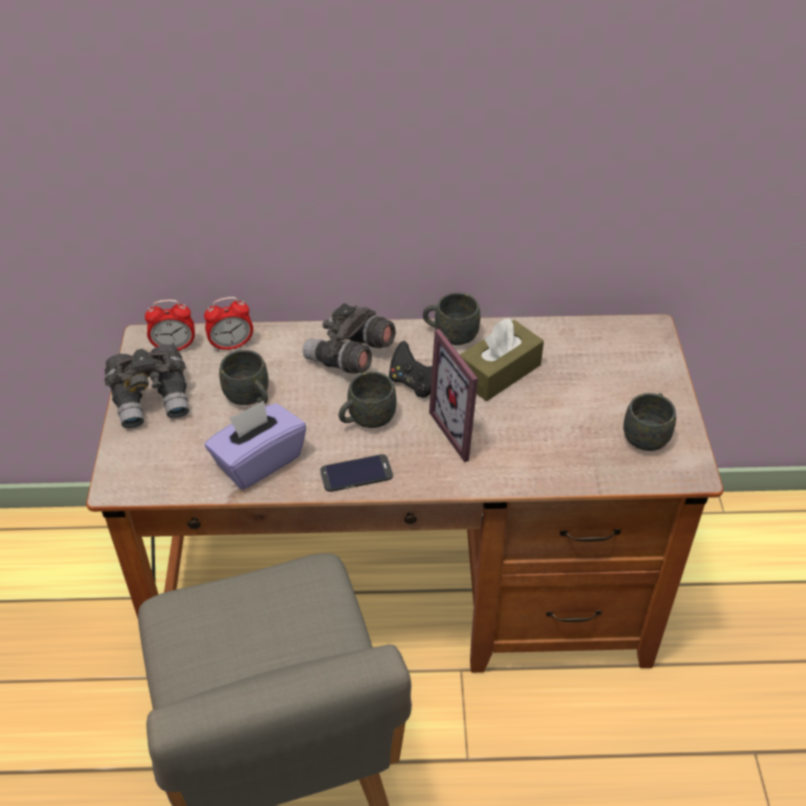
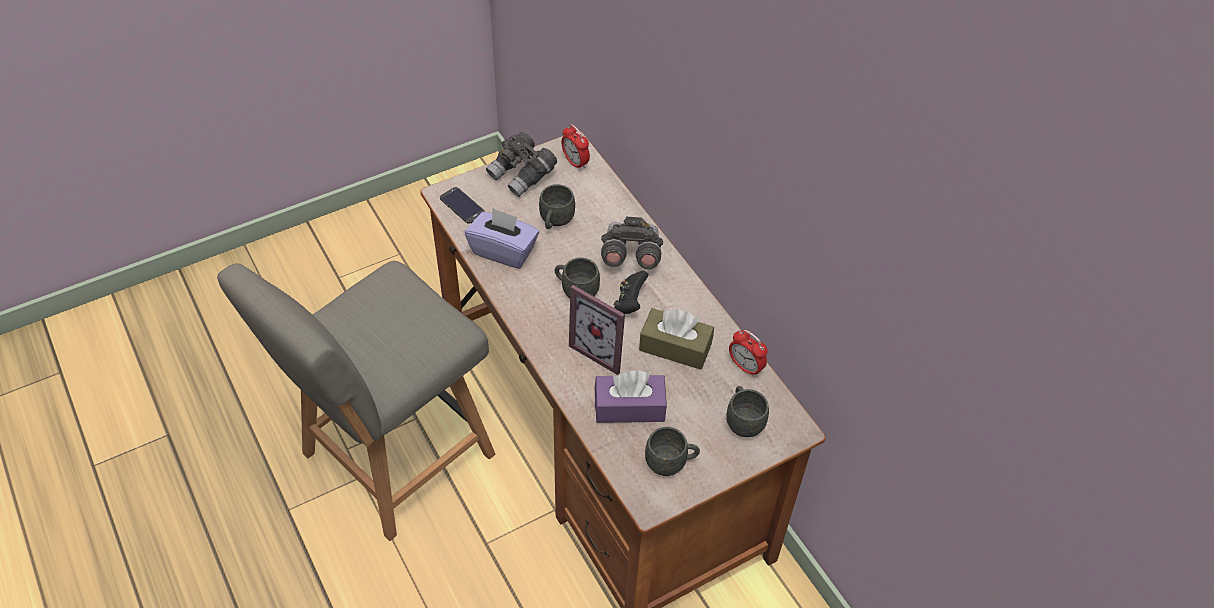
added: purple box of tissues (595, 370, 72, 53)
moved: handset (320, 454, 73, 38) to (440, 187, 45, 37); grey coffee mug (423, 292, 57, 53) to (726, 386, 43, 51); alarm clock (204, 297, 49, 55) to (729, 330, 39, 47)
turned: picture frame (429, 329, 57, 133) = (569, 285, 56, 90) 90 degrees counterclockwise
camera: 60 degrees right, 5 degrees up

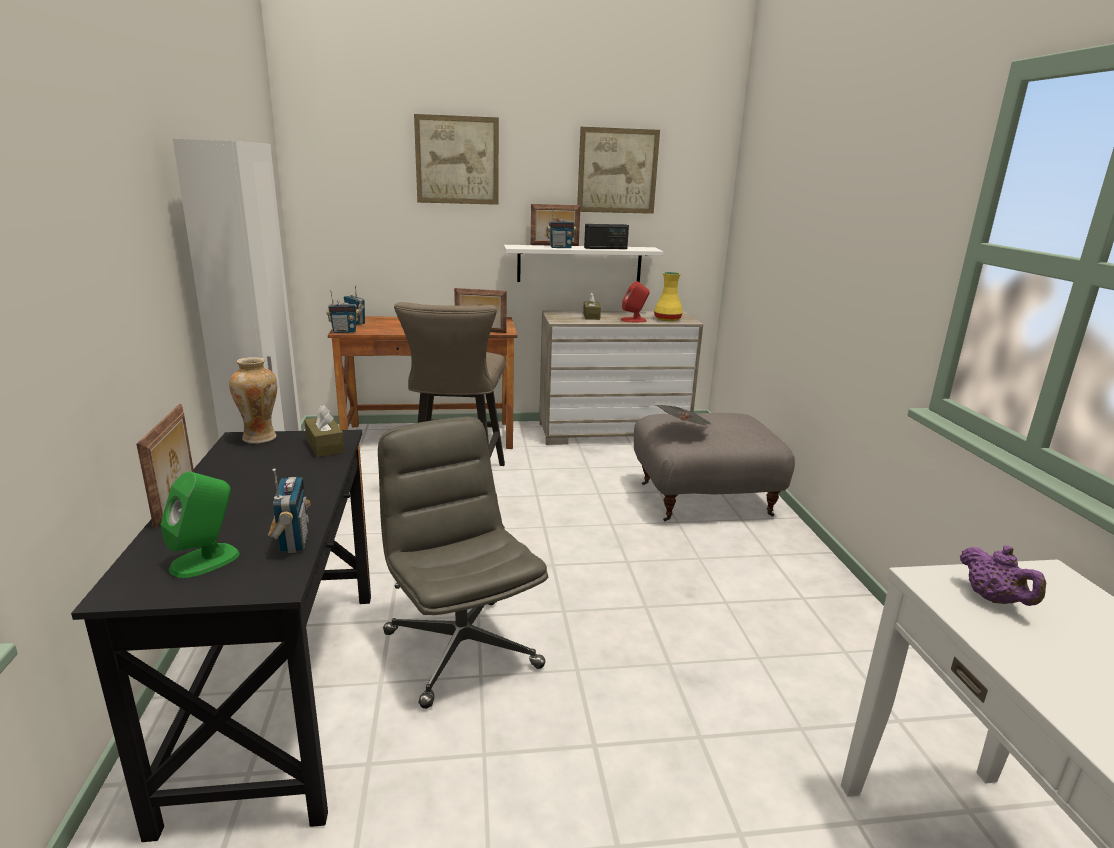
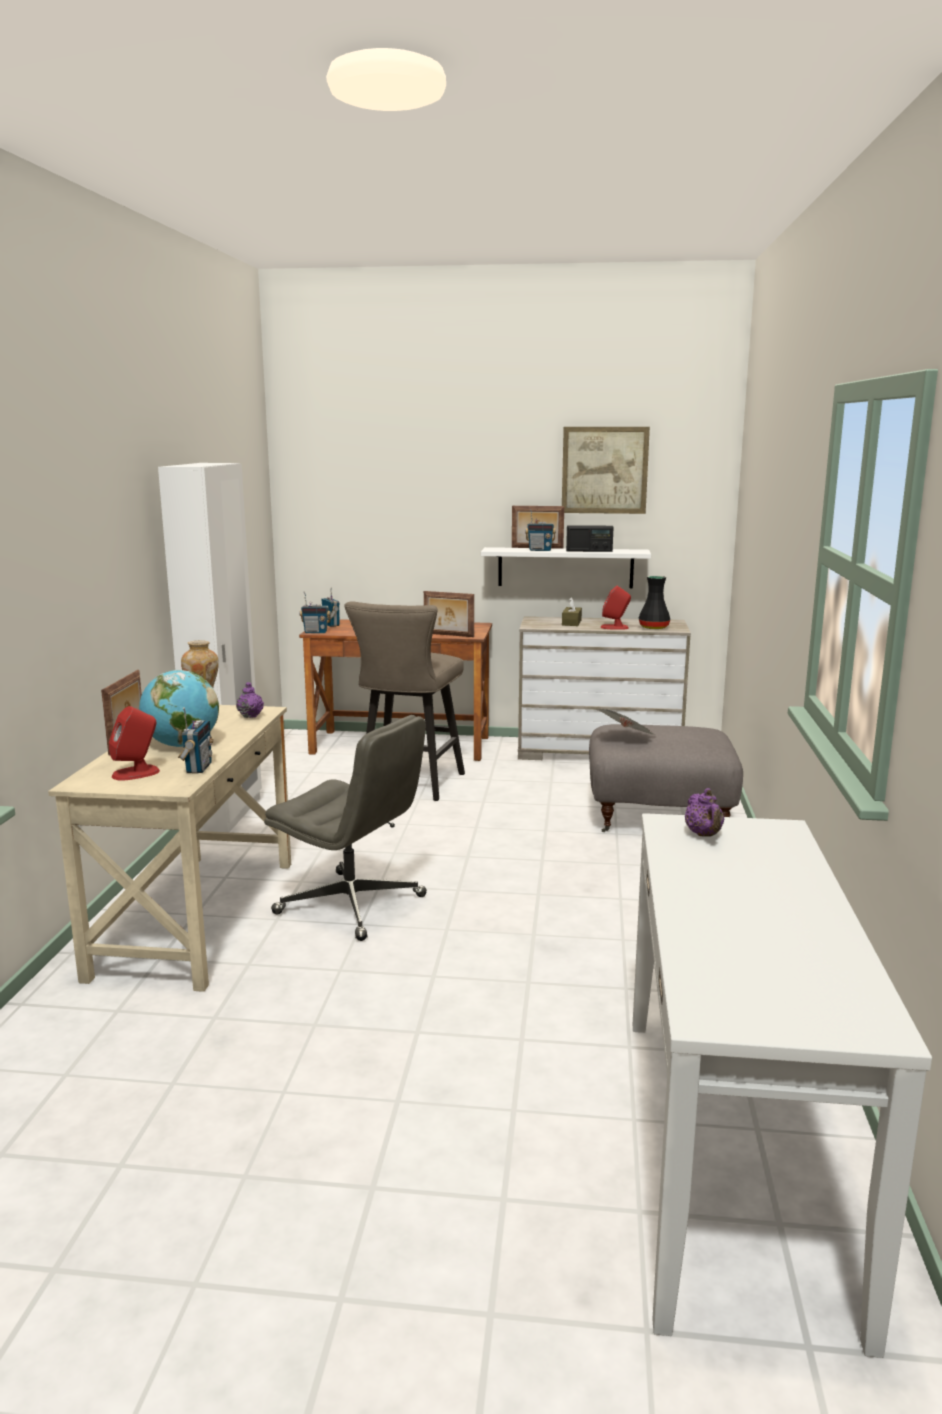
removed: wall picture (414, 114, 85, 91)
added: world globe (139, 670, 80, 77)
replaced: brownish box of tissues (304, 405, 41, 52) to purple pot for tea (236, 682, 28, 36)
recoloured: blackish desk (71, 430, 300, 412) to beige-coloured desk (48, 705, 243, 287); greenish loudspeaker (160, 471, 79, 107) to red-coloured loudspeaker (109, 706, 51, 75); yellowish decorative vase (654, 272, 29, 49) to blackish decorative vase (639, 576, 31, 53)
turned: grey computer chair (378, 416, 170, 293) = (264, 715, 163, 226) 135 degrees clockwise
camera: 15 degrees right, 5 degrees down

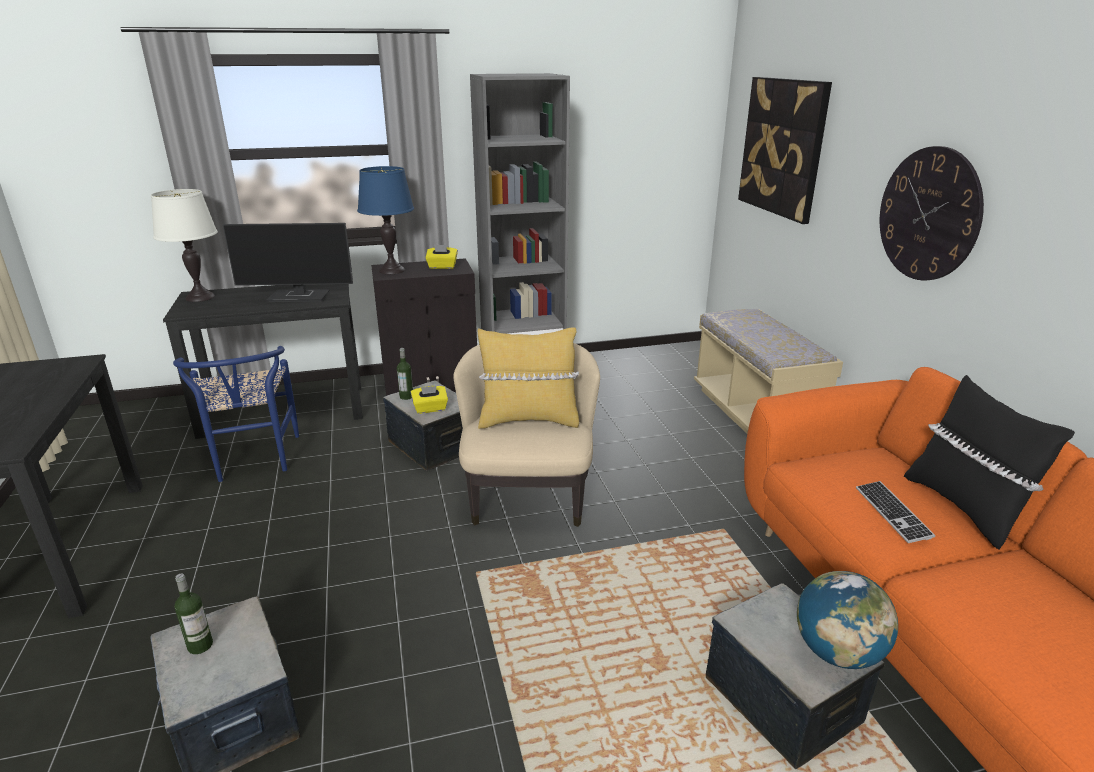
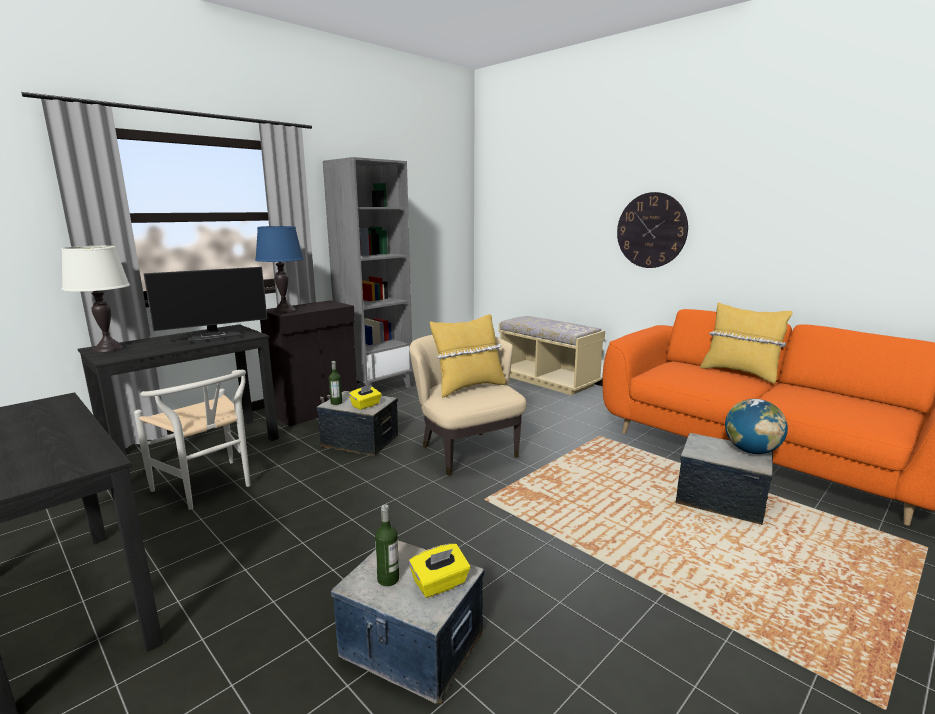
removed: wall picture (738, 77, 94, 147); keyboard (856, 481, 79, 62)
moved: yellowish box of tissues (426, 245, 32, 24) to (409, 544, 61, 54)
recoloured: blue-coloured plain chair (173, 346, 126, 136) to white plain chair (134, 370, 117, 140); blackish cushion (904, 375, 171, 174) to yellowish cushion (700, 302, 93, 82)
camera: 30 degrees left, 10 degrees down

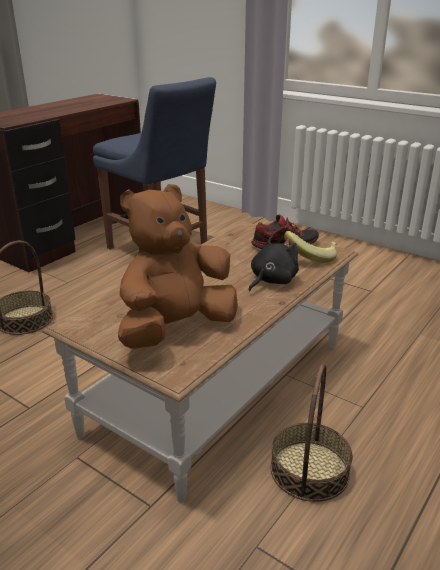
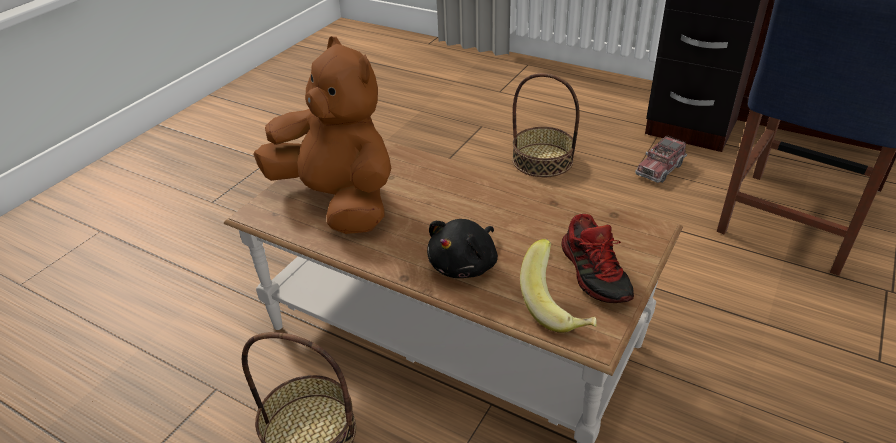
added: toy lorry (635, 135, 52, 48)
turned: blackish plush toy (248, 235, 51, 57) = (427, 219, 71, 59) 90 degrees clockwise
camera: 85 degrees right, 10 degrees up

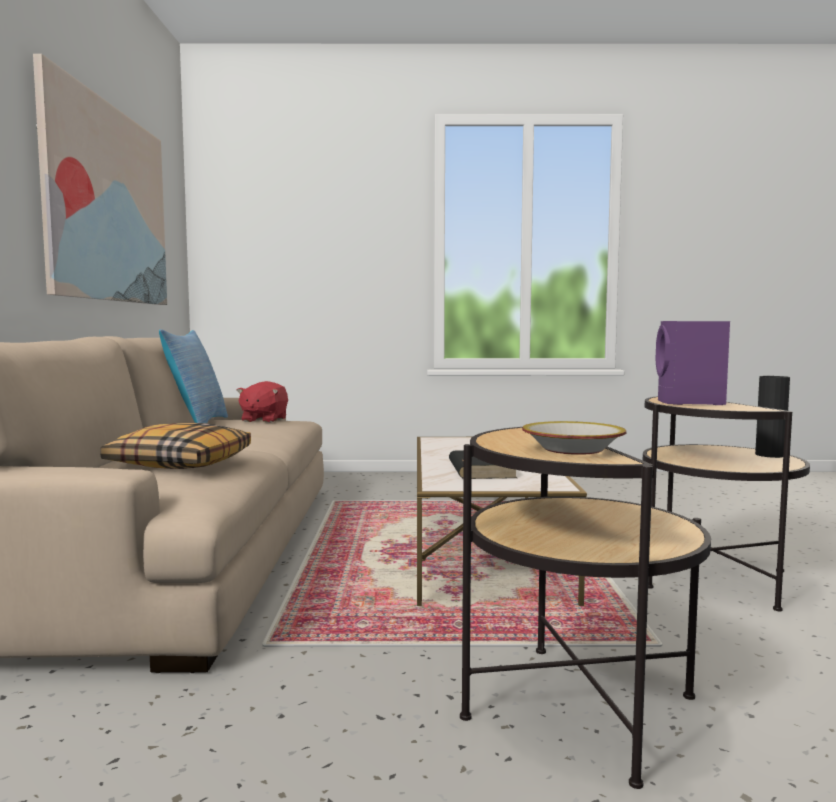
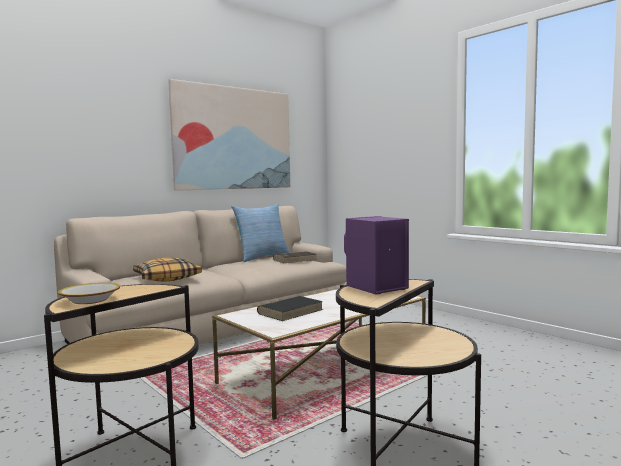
removed: blackish decorative vase (755, 376, 35, 82)
replaced: red-coloured plush toy (237, 381, 51, 42) to brownish book (273, 251, 44, 12)
camera: 50 degrees right, 0 degrees up

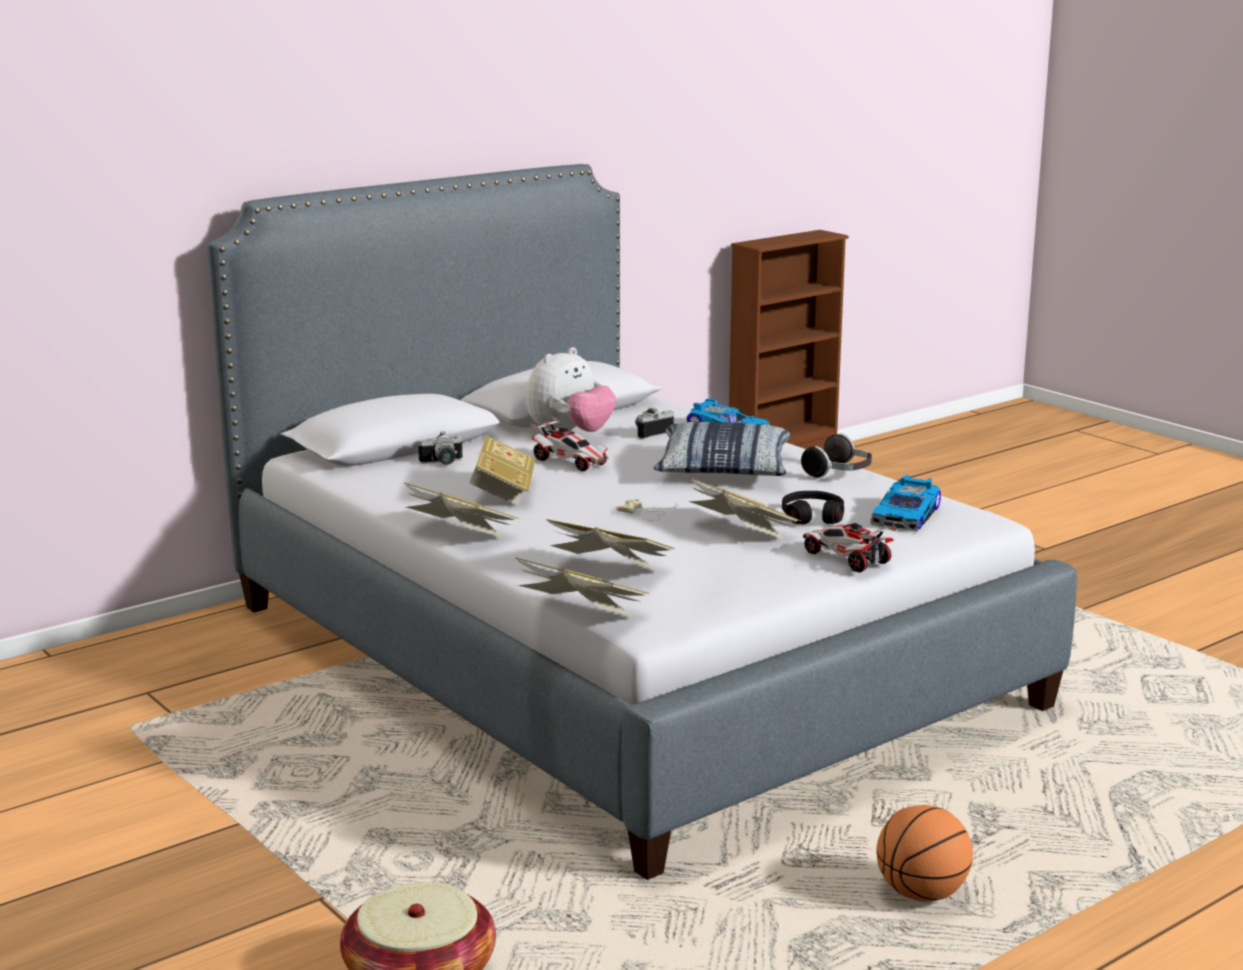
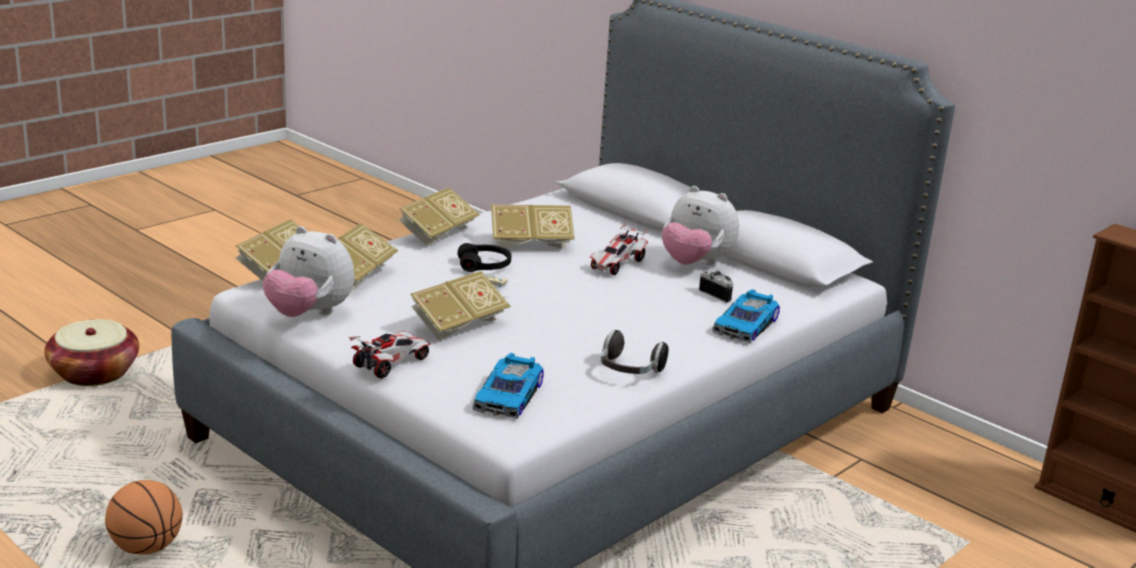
removed: still camera (418, 431, 44, 34); cushion (654, 422, 136, 54)
added: plush toy (263, 226, 91, 91)
moved: blackish headset (782, 491, 62, 33) to (458, 243, 53, 29)
turned: toy car (870, 475, 71, 56) = (473, 353, 71, 66) 90 degrees counterclockwise
camera: 80 degrees right, 5 degrees up

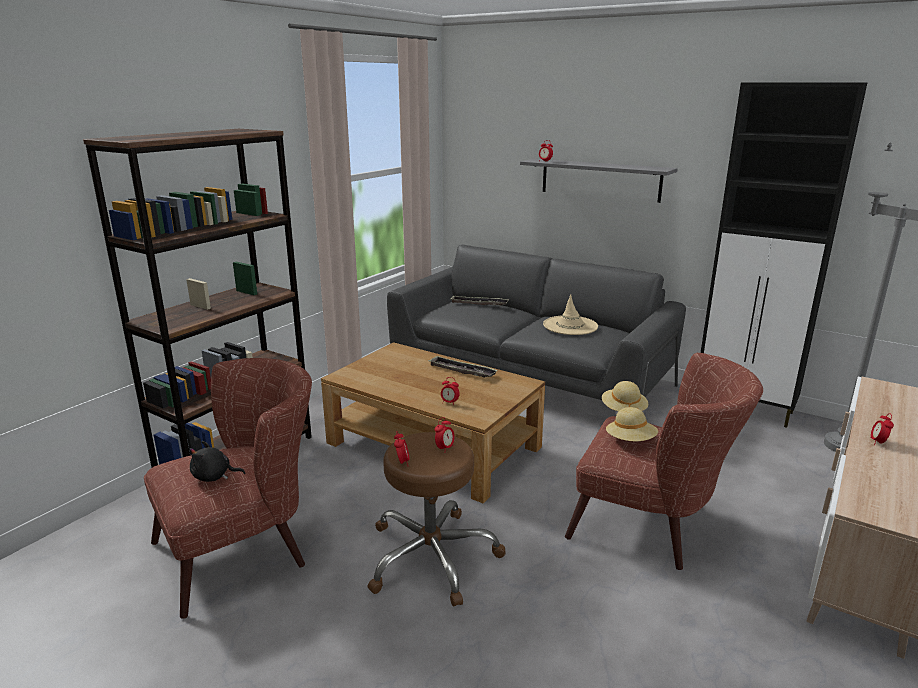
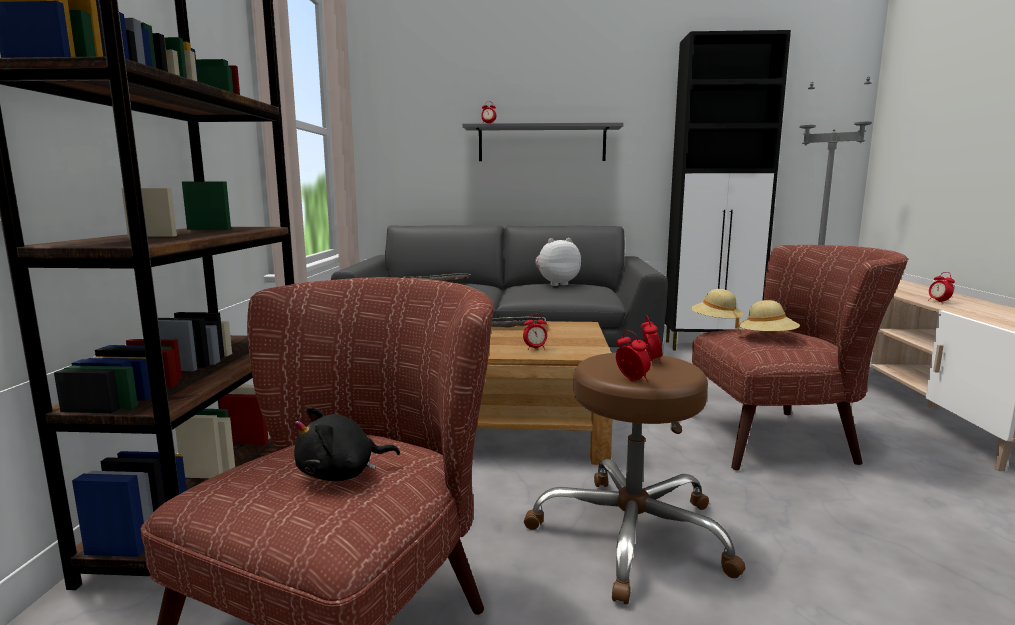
replaced: beige-coloured hat (543, 294, 55, 41) to plush toy (535, 238, 46, 48)
camera: 30 degrees left, 10 degrees down

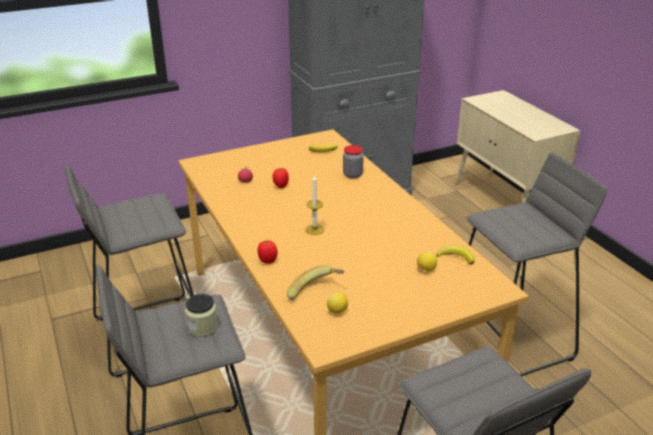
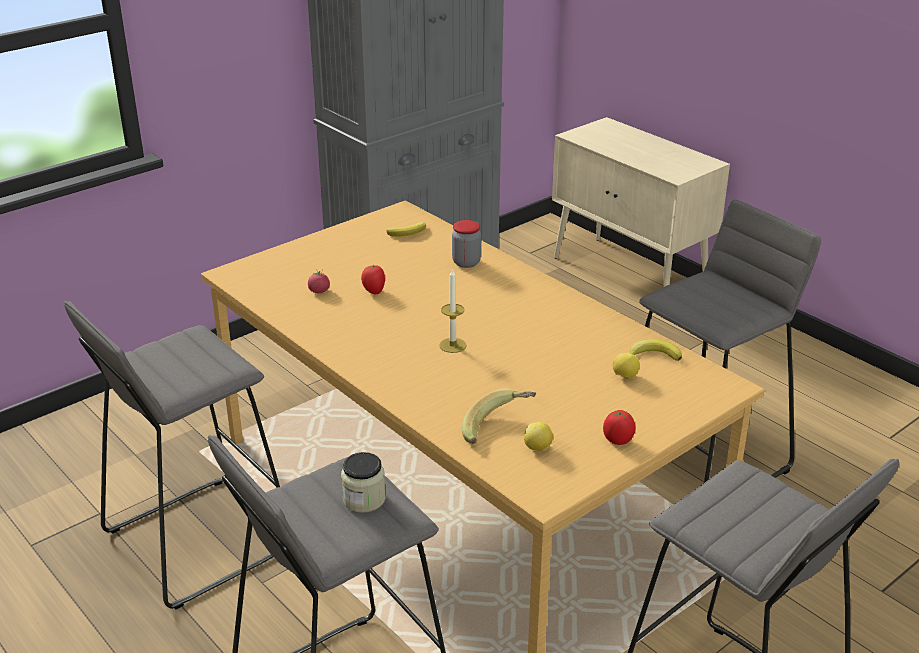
moved: tomato (258, 240, 20, 24) to (603, 410, 33, 35)
camera: 15 degrees left, 0 degrees up

